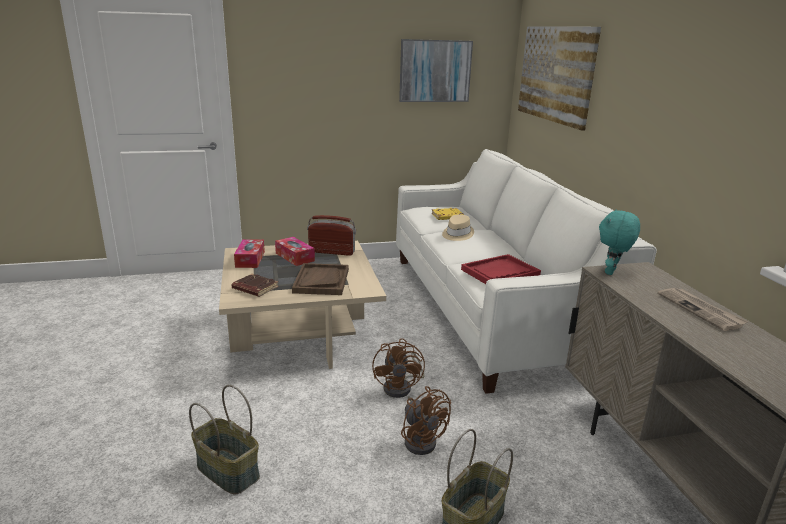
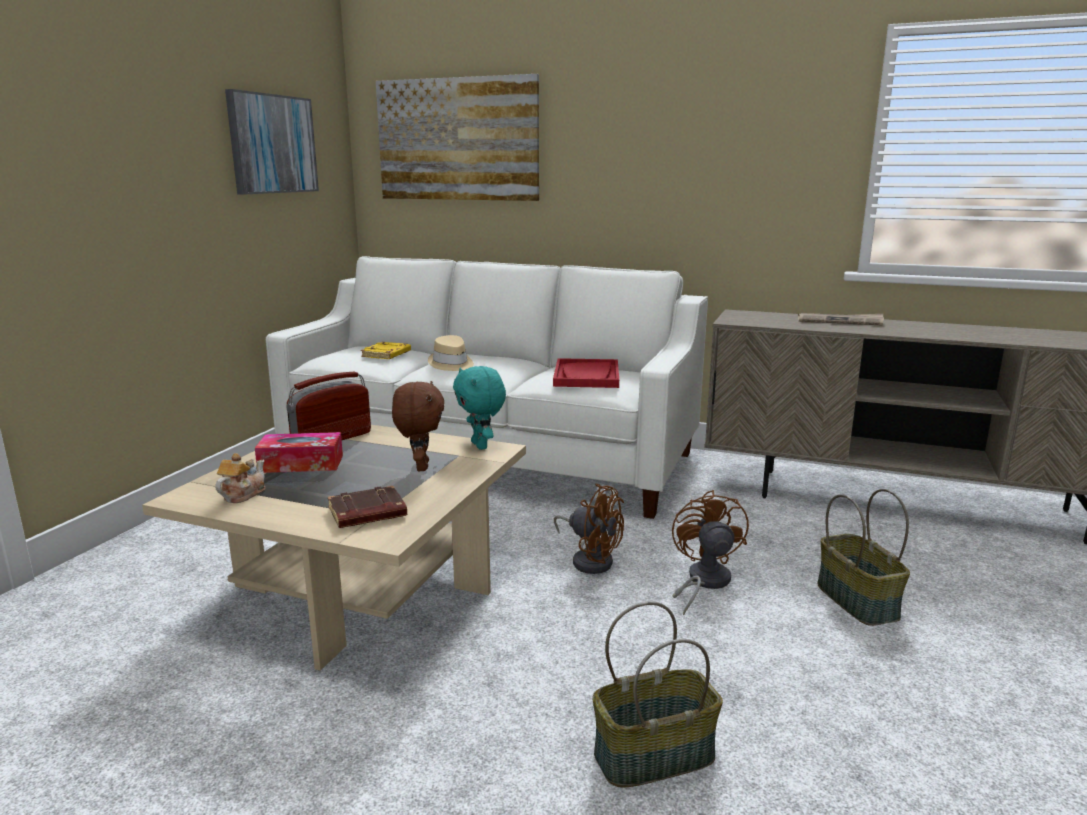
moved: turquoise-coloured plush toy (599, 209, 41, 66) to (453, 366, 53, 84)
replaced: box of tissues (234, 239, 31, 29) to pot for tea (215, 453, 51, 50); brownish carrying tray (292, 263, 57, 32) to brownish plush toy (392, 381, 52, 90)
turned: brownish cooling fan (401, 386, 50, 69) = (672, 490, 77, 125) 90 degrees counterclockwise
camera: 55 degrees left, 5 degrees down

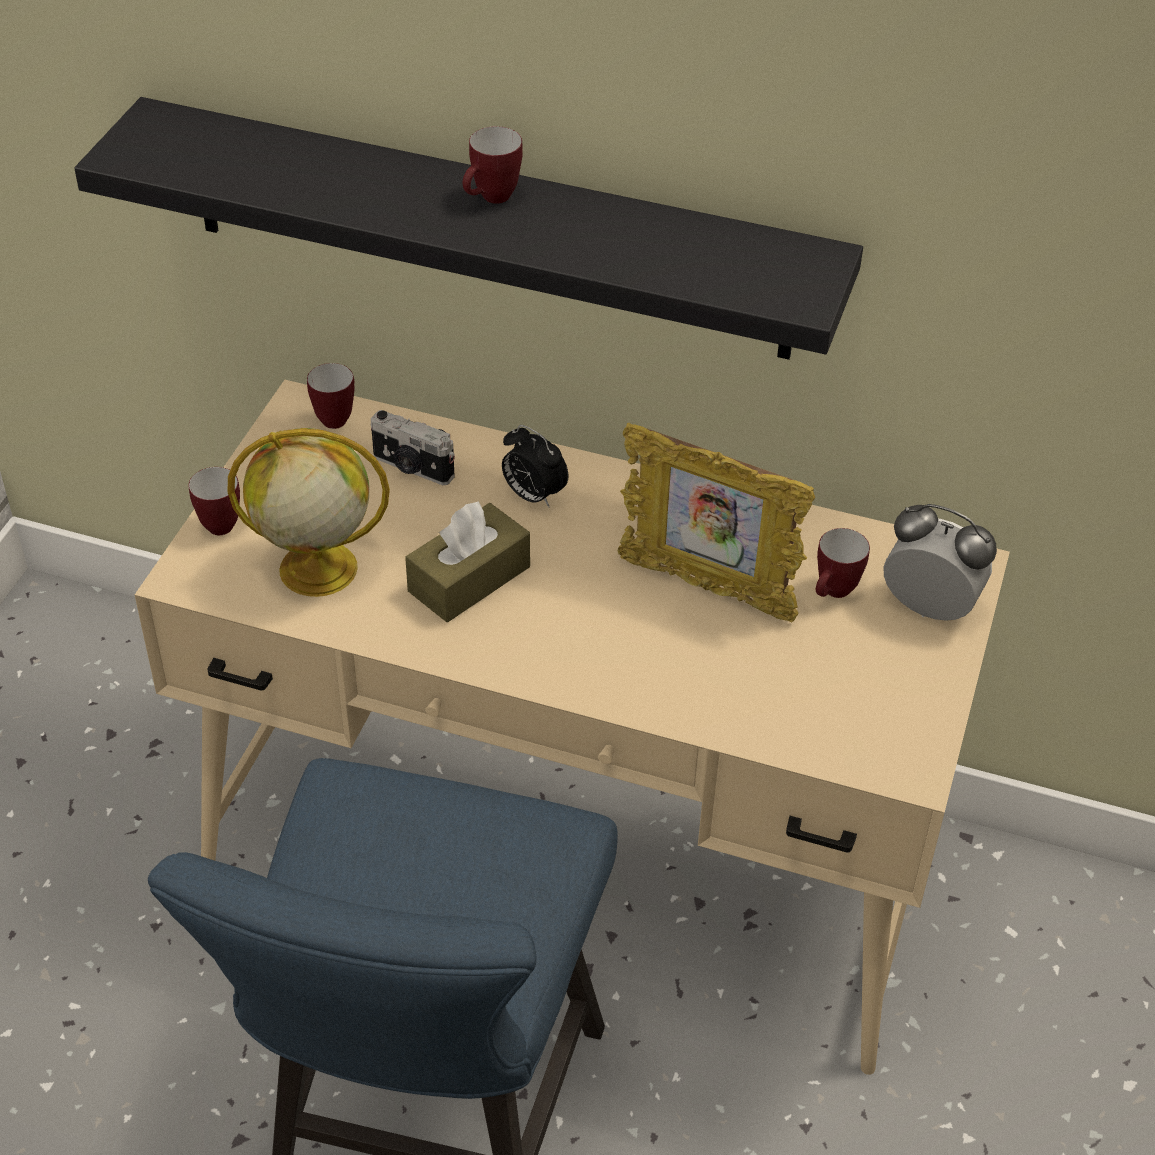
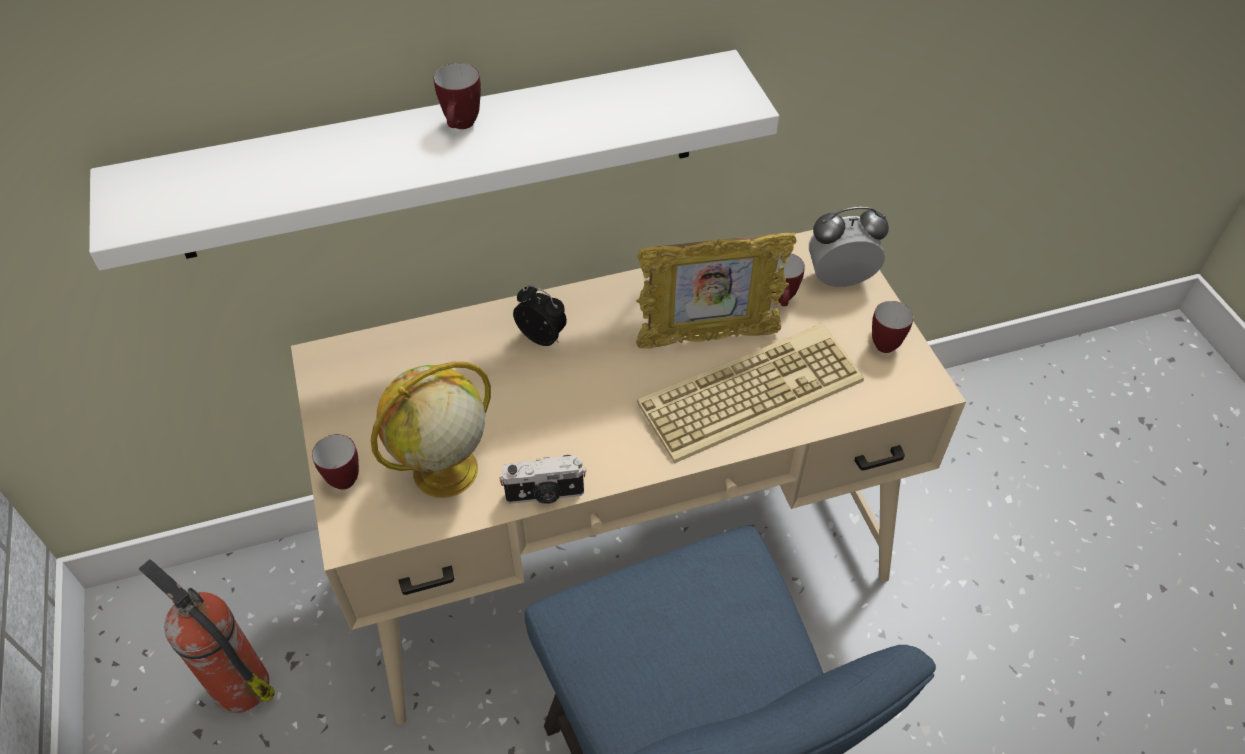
removed: brownish box of tissues (405, 502, 125, 120)
added: extinguisher (139, 559, 136, 154); keyboard (637, 324, 227, 139)
moved: still camera (371, 410, 84, 75) to (500, 455, 87, 49); coffee mug (307, 363, 48, 66) to (872, 301, 42, 52)
recoloured: blackish wall shelf (74, 97, 789, 263) to white wall shelf (89, 50, 690, 221)
turned: alarm clock (502, 425, 66, 83) = (513, 285, 54, 61) 150 degrees counterclockwise
camera: 35 degrees left, 5 degrees up

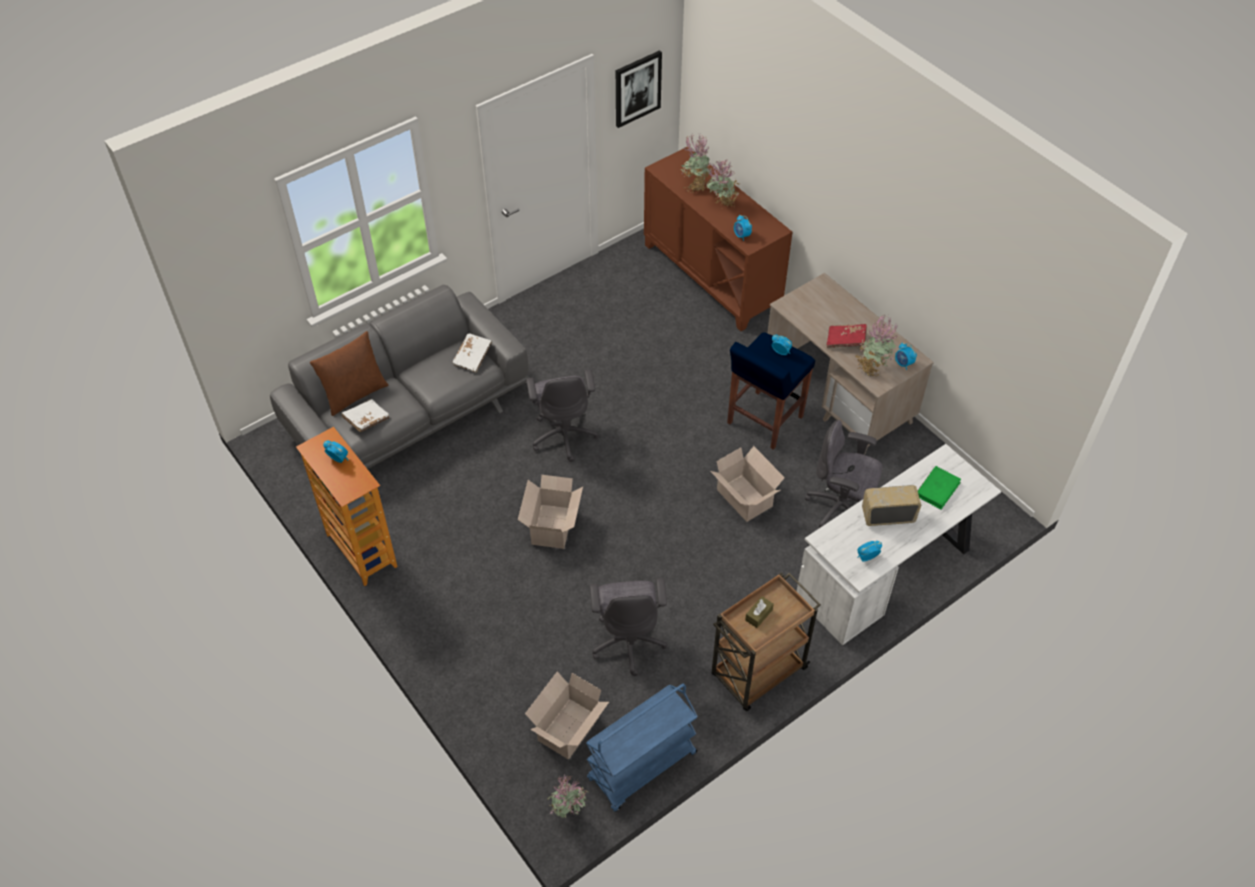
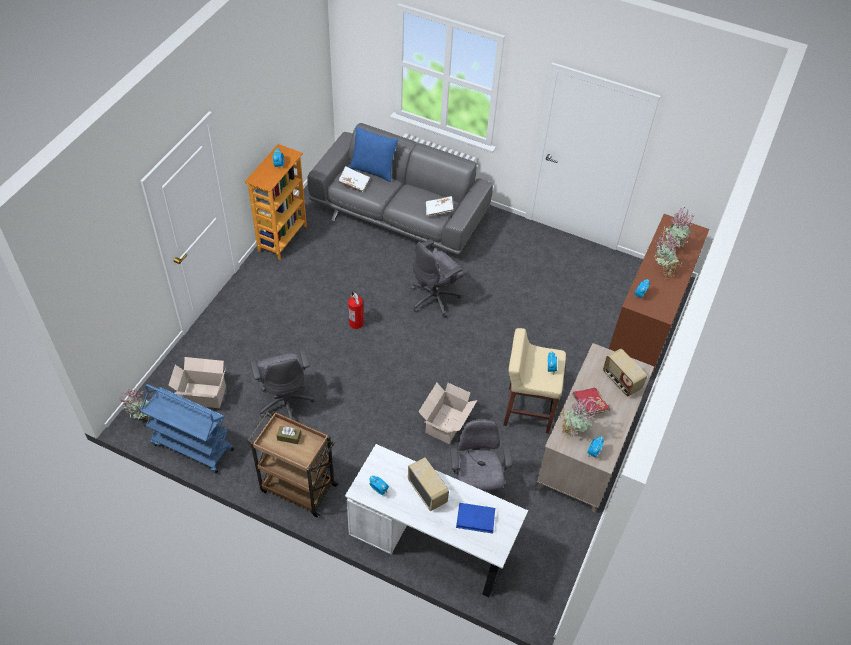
removed: wall picture (616, 50, 46, 78)
added: radio (603, 349, 44, 47)
replaced: cardboard box (518, 475, 65, 74) to extinguisher (348, 290, 16, 39)
recoloured: brownish cushion (310, 331, 78, 85) to blue-coloured cushion (349, 126, 49, 56); greenish book (918, 466, 43, 43) to blue-coloured book (456, 503, 39, 31); blue-coloured stool seat (727, 332, 88, 118) to beige-coloured stool seat (503, 328, 63, 106)
turned: grey computer chair (590, 578, 77, 98) = (250, 348, 65, 73) 75 degrees counterclockwise
camera: 60 degrees right, 0 degrees up

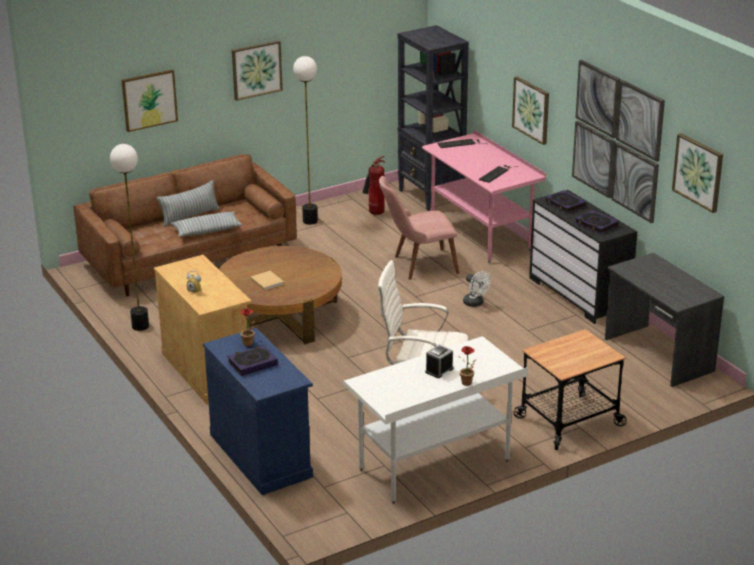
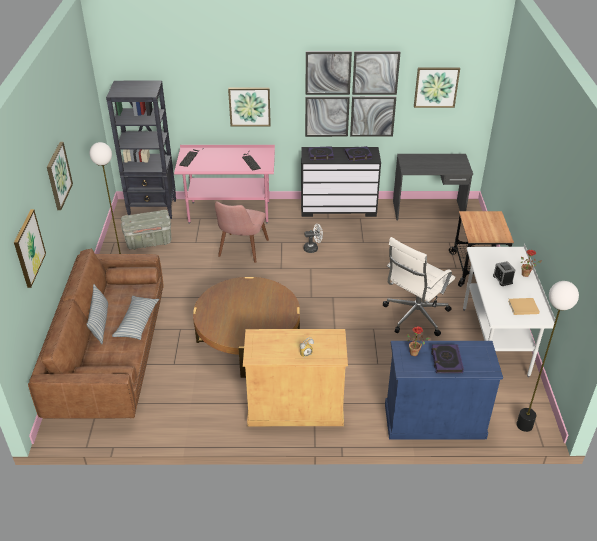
moved: beige-coloured book (250, 271, 34, 20) to (508, 298, 32, 17); standing lamp (110, 144, 39, 187) to (517, 281, 62, 151)
replaced: extinguisher (362, 156, 23, 59) to grey storage container (121, 210, 50, 40)
camera: 60 degrees left, 10 degrees up

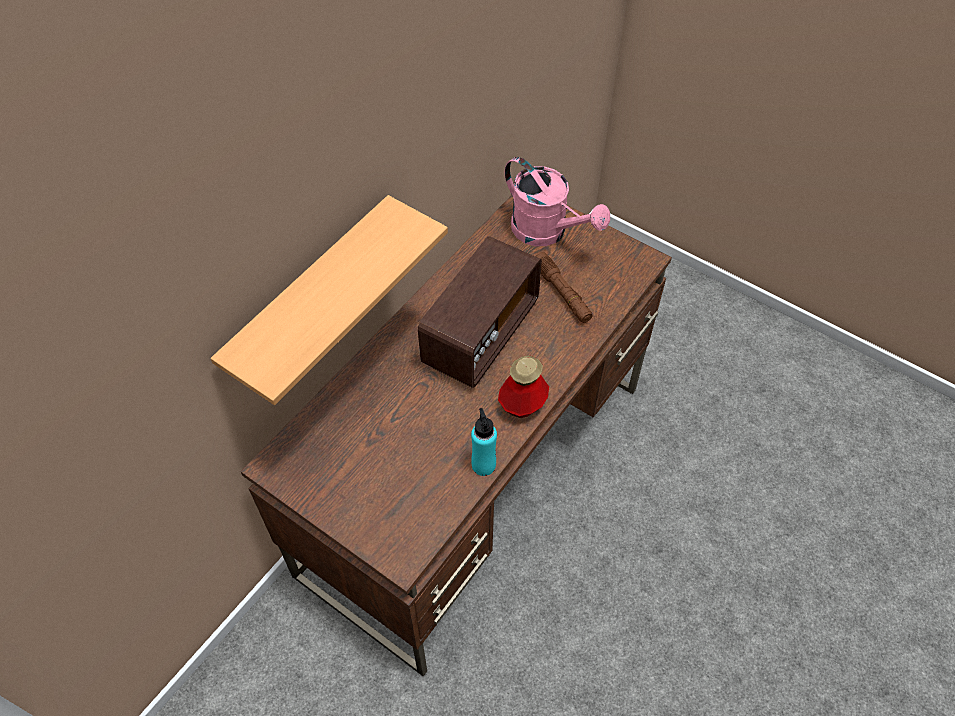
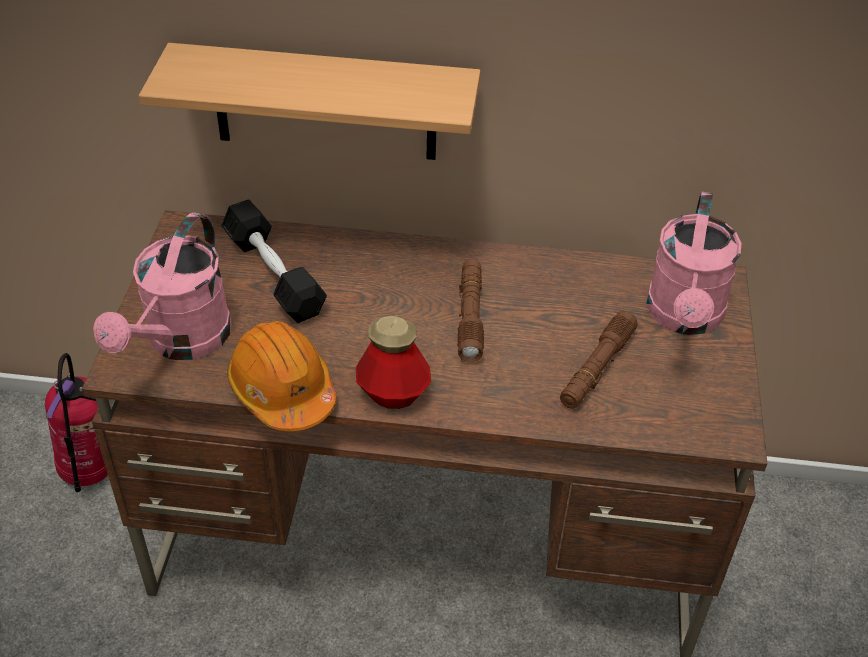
added: extinguisher (45, 353, 63, 139); pink-coloured watering pot (93, 213, 139, 147); blackish free weight (222, 199, 105, 124)
replaced: turquoise-coloured bottle (471, 408, 26, 68) to orange-coloured hard hat (227, 321, 110, 110); radio (418, 236, 124, 152) to brownish torch (457, 260, 27, 102)
camera: 60 degrees right, 10 degrees down

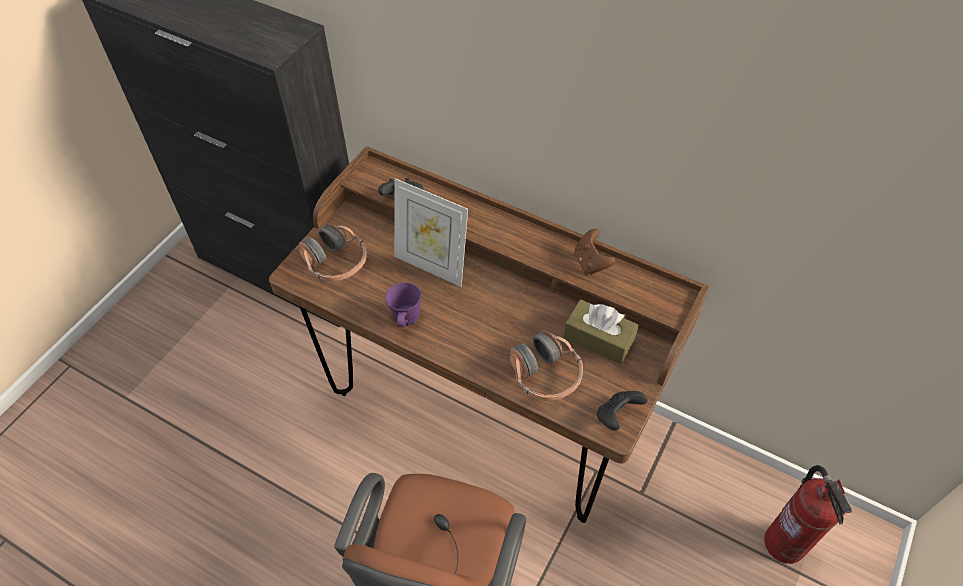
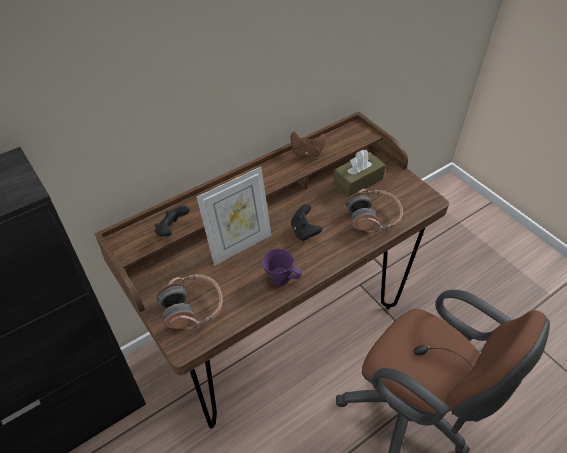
removed: extinguisher (764, 465, 88, 99)
moved: blackish gamepad (597, 391, 51, 40) to (291, 204, 31, 37)
camera: 65 degrees left, 5 degrees down

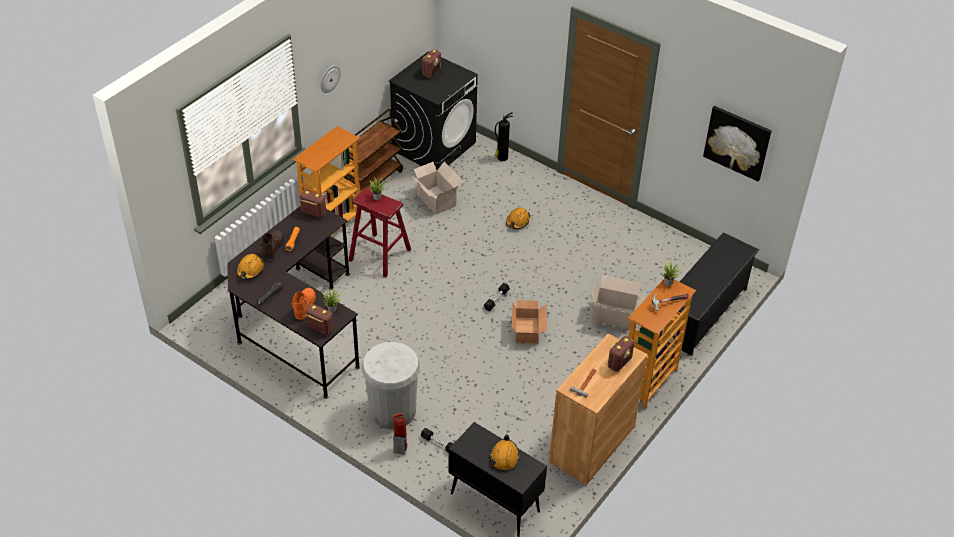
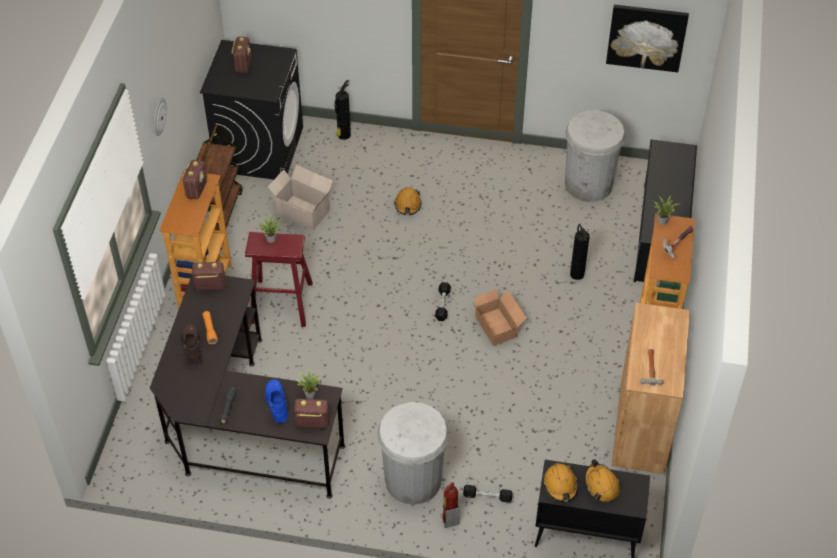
added: white waste bin (565, 110, 61, 92)
moved: radio (608, 336, 26, 36) to (182, 160, 25, 40); orange-coloured hard hat (237, 254, 27, 25) to (543, 463, 35, 39)
replaced: cardboard box (591, 275, 55, 54) to extinguisher (570, 224, 19, 56)
recoloured: orange-coloured high-top boot (292, 288, 24, 32) to blue-coloured high-top boot (265, 380, 23, 43)
camera: 25 degrees left, 5 degrees up

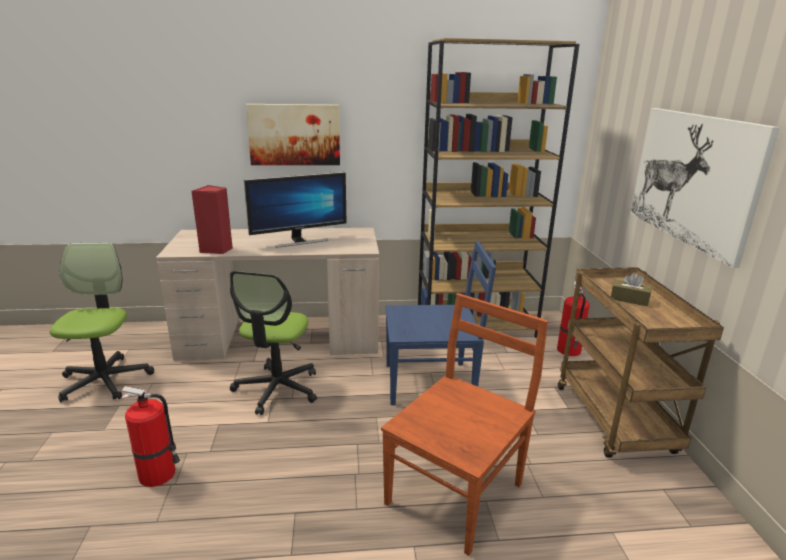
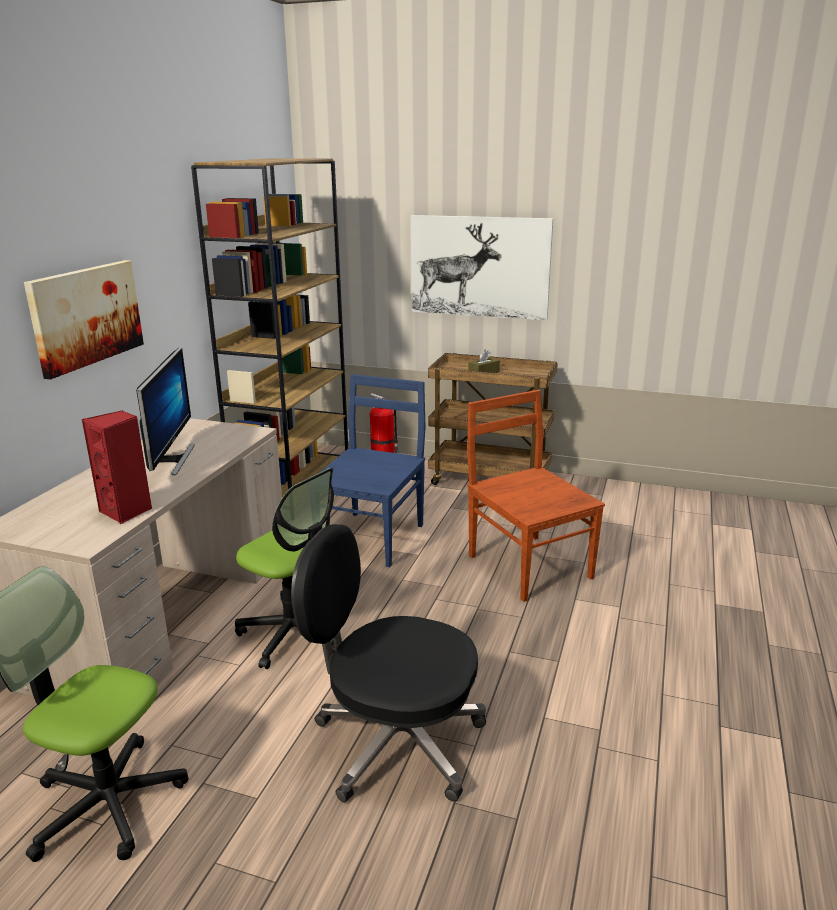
replaced: extinguisher (120, 386, 60, 101) to blackish computer chair (291, 524, 195, 279)
camera: 65 degrees left, 0 degrees up

